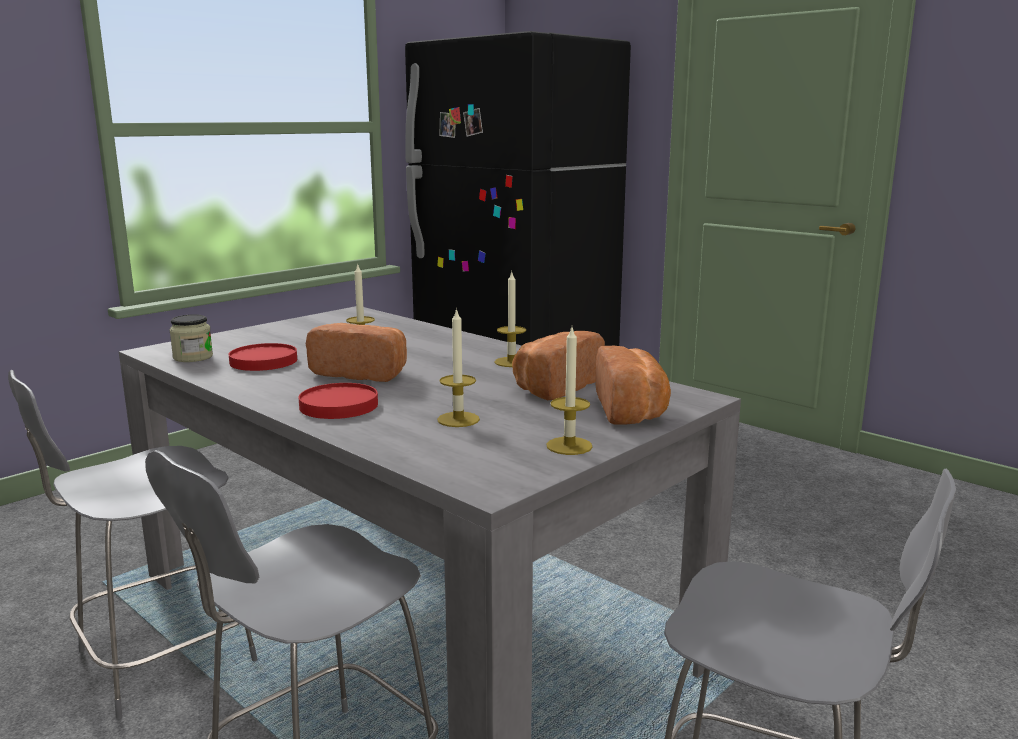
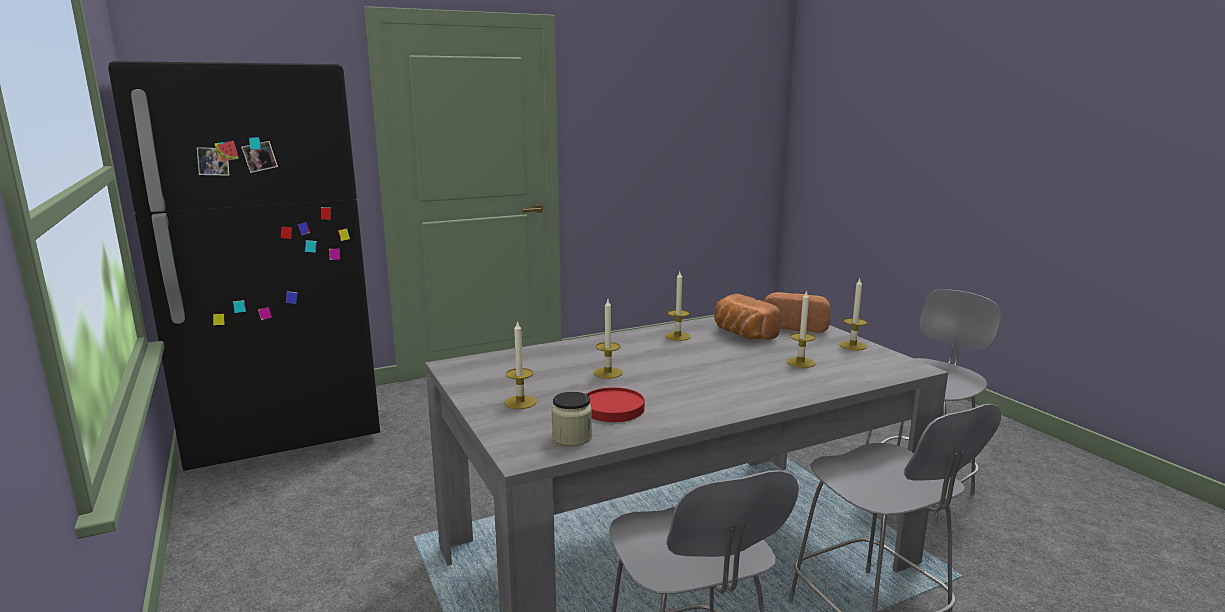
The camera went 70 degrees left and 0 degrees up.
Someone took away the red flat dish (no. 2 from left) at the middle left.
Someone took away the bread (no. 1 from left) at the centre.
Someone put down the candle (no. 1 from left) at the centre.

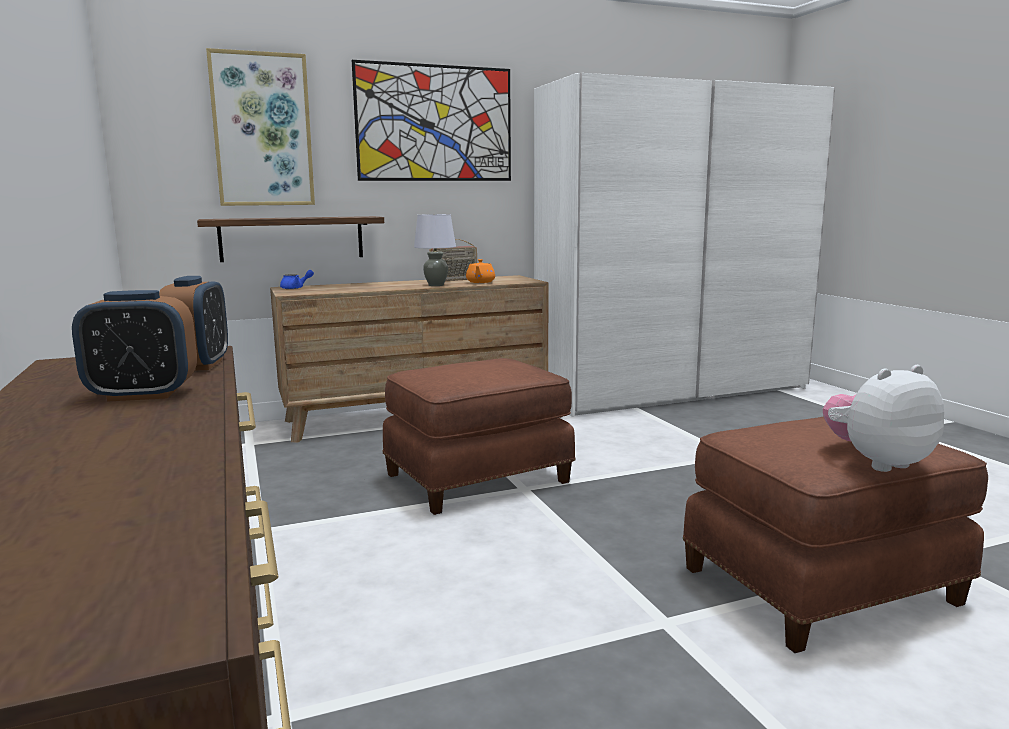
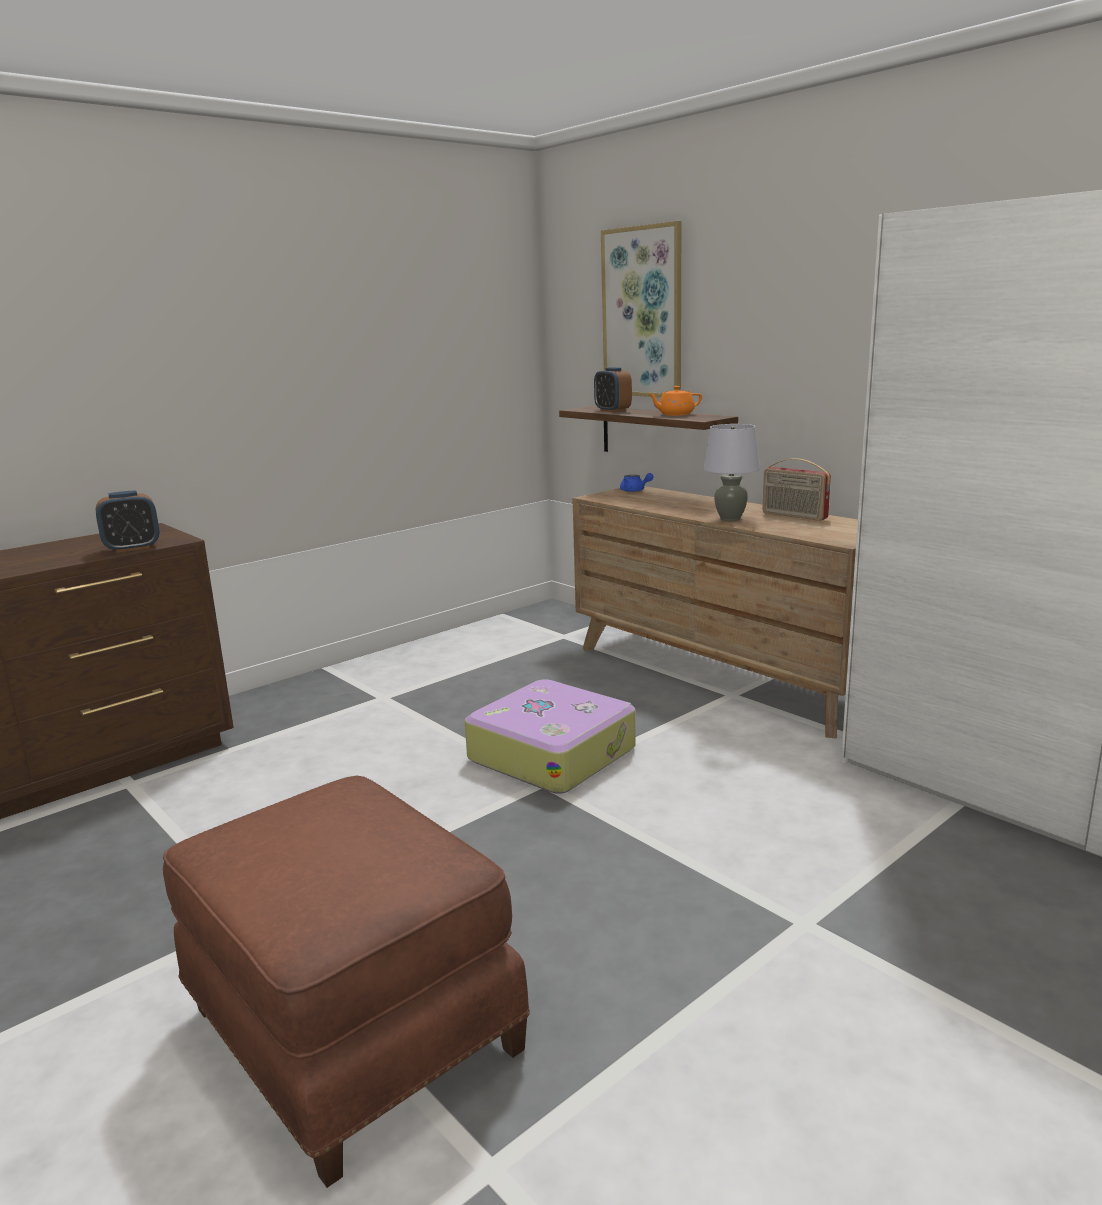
The camera went 70 degrees right and 5 degrees up.
Someone carried the bedside clock (no. 1 from left in the first image) from the middle left to the top centre.
Someone took away the wall picture (no. 2 from left) at the top centre.
Someone swapped the brown pouffe (no. 1 from left) at the centre for the piece of luggage at the centre.
Someone carried the orange-coloured tea pot from the centre to the top centre.
Someone took away the cuddly toy at the middle right.

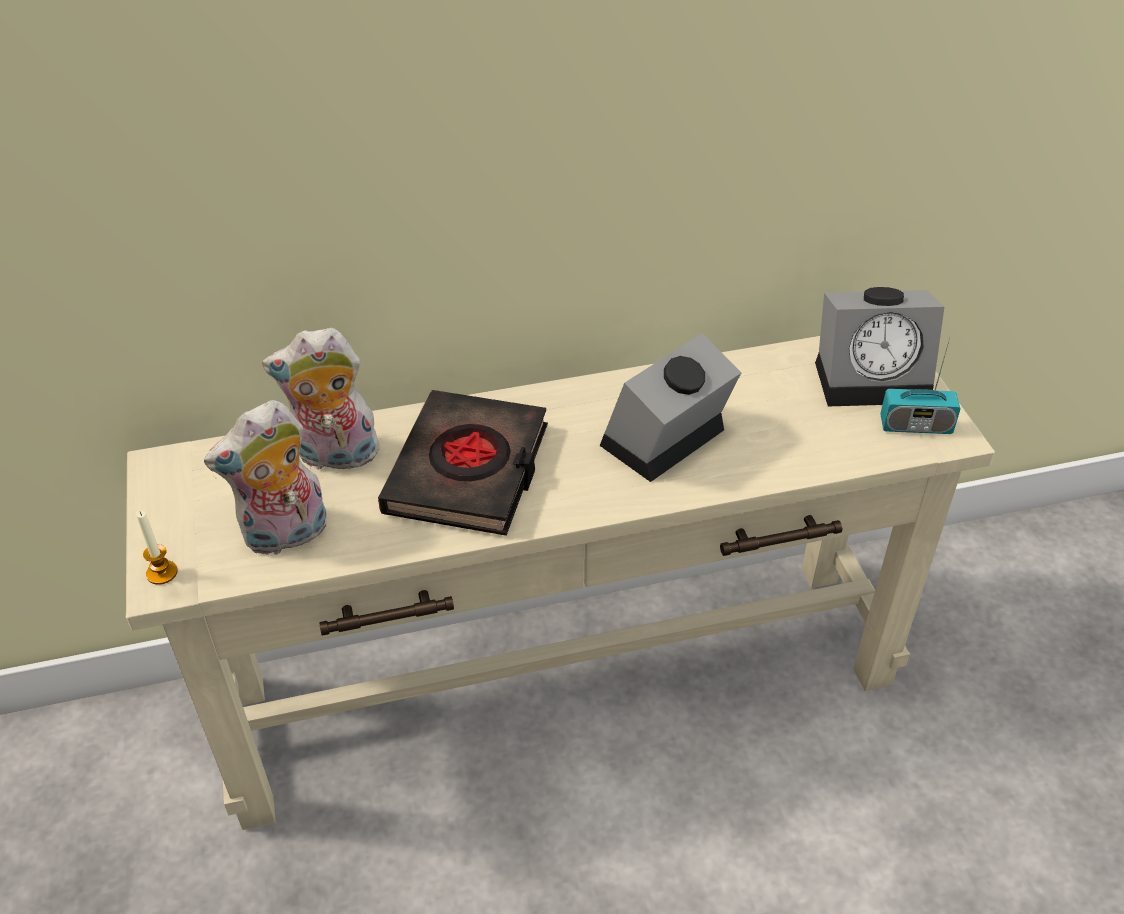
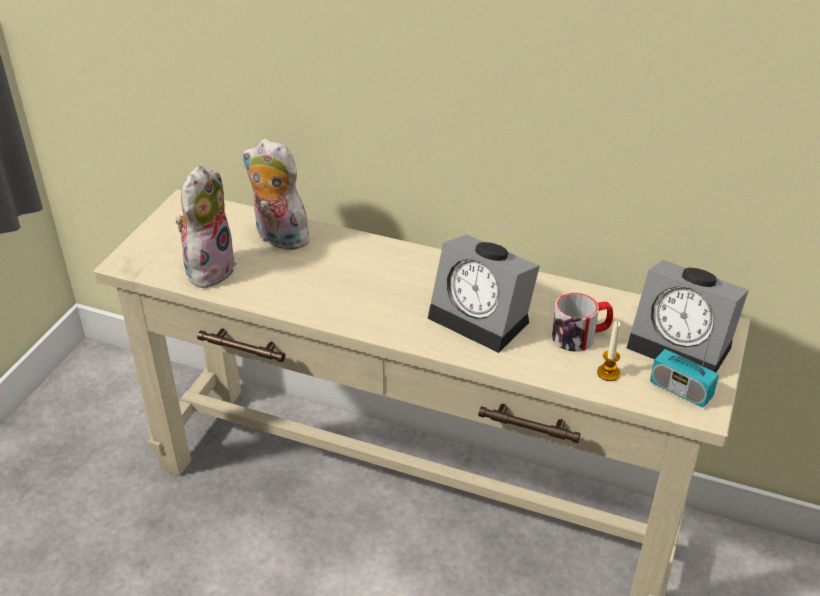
The camera went 35 degrees right and 5 degrees down.
Someone carried the candle from the middle left to the middle right.
Someone rotated the cuddly toy (no. 1 from left) at the middle left by 105 degrees clockwise.
Someone took away the blackish book at the centre.
Someone rotated the bedside clock (no. 1 from left) at the centre by 135 degrees counterclockwise.
Someone put down the coffee mug at the middle right.

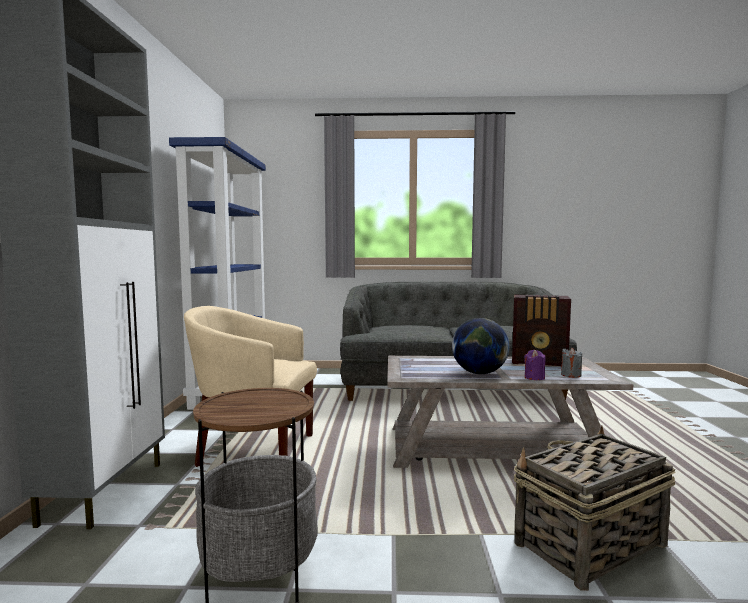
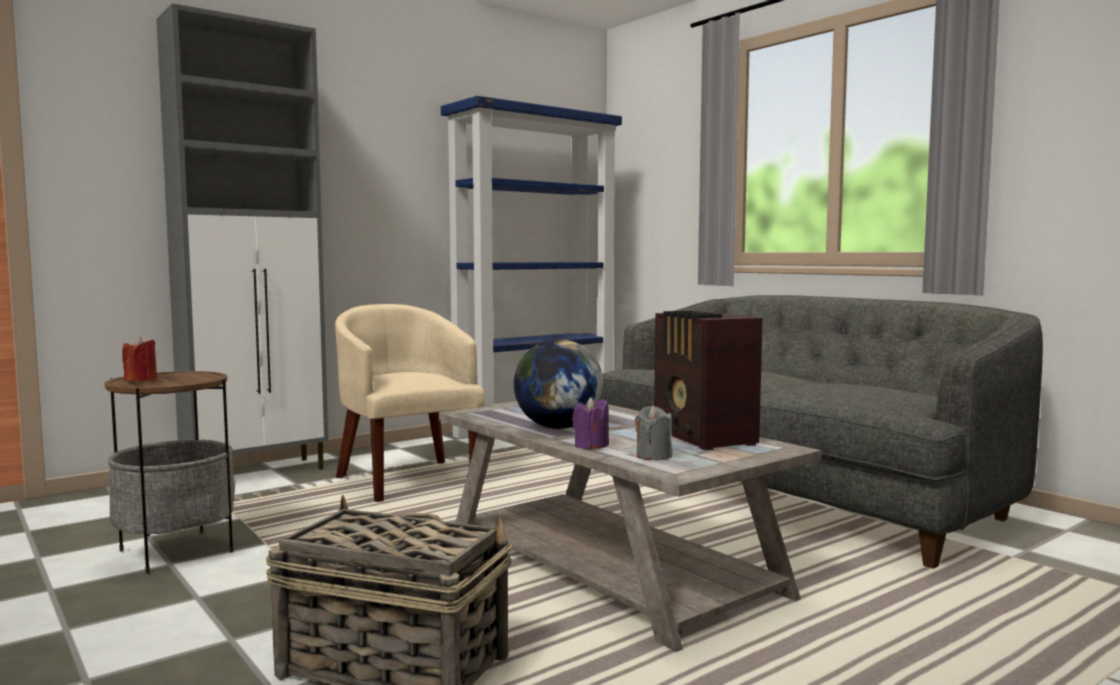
The camera went 50 degrees right and 0 degrees up.
Someone put down the red candle at the middle left.

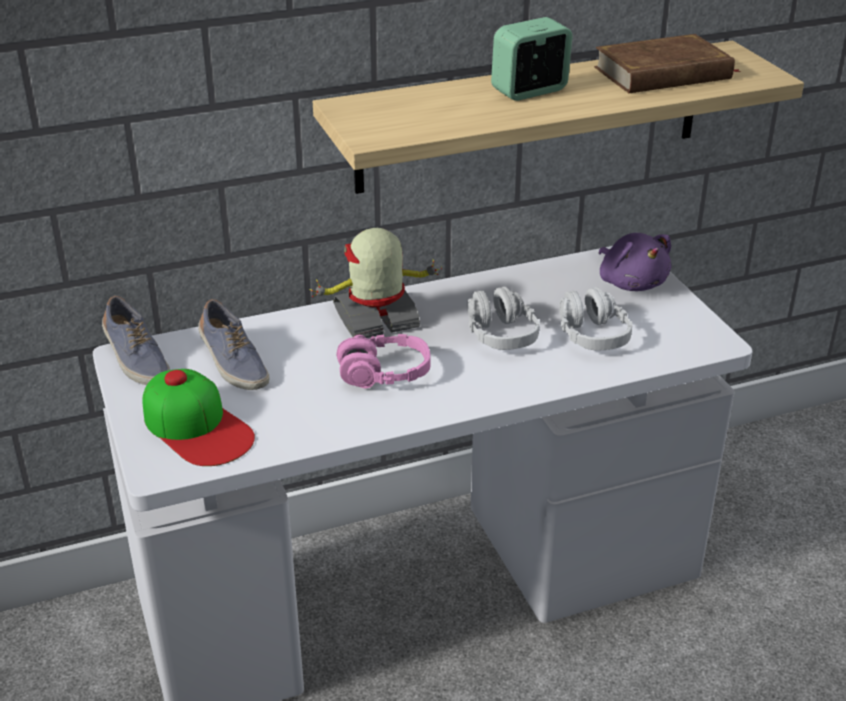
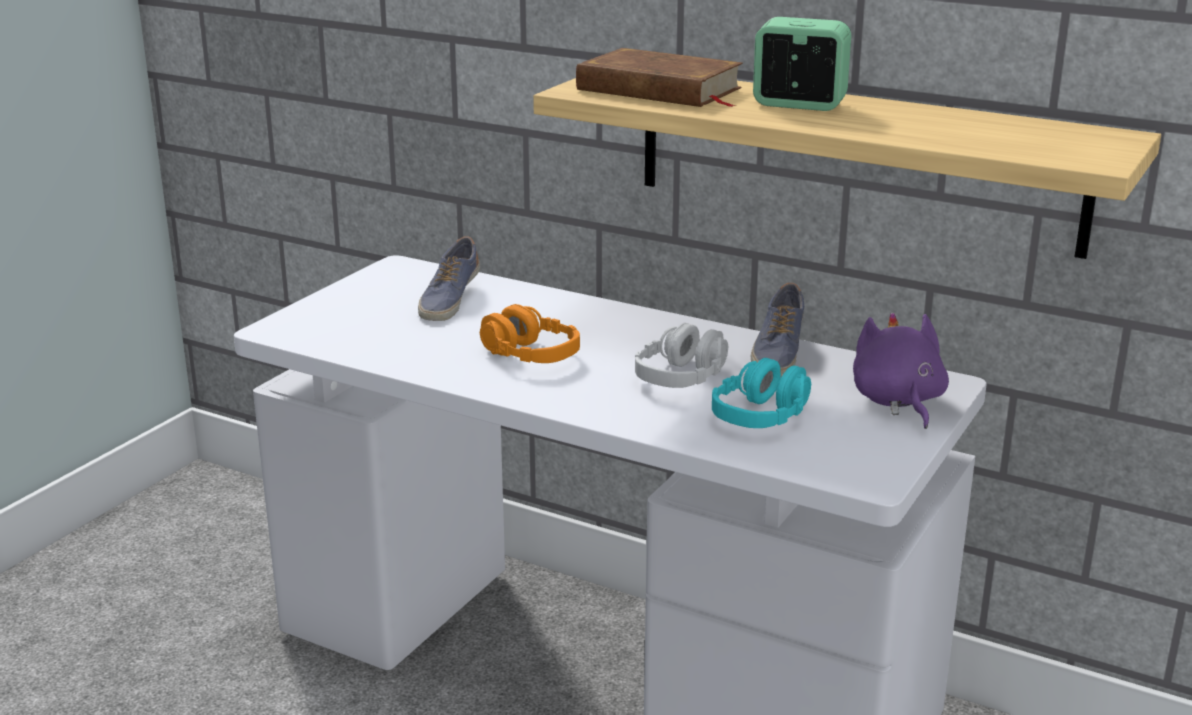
The camera went 50 degrees right and 10 degrees down.
Someone carried the shoe (no. 1 from left in the first image) from the middle left to the centre.
Someone took away the baseball cap at the middle left.
Someone took away the model robot at the centre.
Someone repainted the pinkish pair of headphones at the centre, which became the orange-coloured pair of headphones at the centre.
Someone repainted the gray pair of headphones (no. 2 from left) at the middle right, which became the turquoise-coloured pair of headphones at the centre.
Someone carried the brown book from the top right to the top centre.
Someone rotated the purplish cuddly toy at the middle right by 150 degrees clockwise.

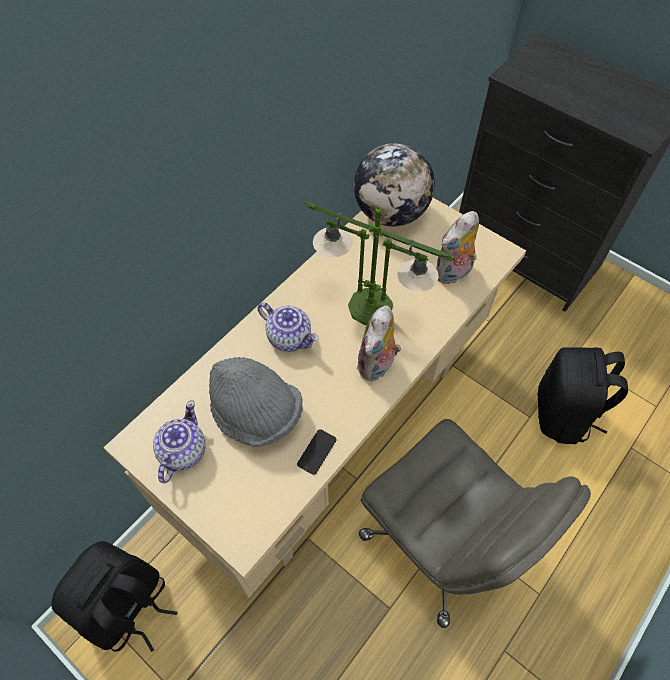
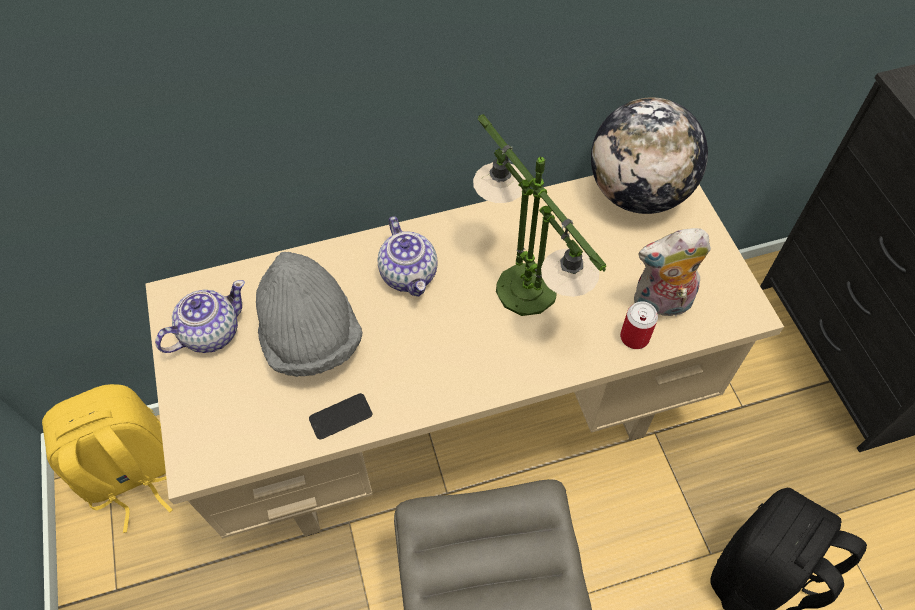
The camera went 35 degrees right and 0 degrees up.
Someone repainted the blackish rucksack (no. 1 from left) at the bottom left, which became the yellow-coloured rucksack at the bottom left.
Someone took away the cuddly toy (no. 1 from left) at the centre.
Someone put down the sealed can at the middle right.

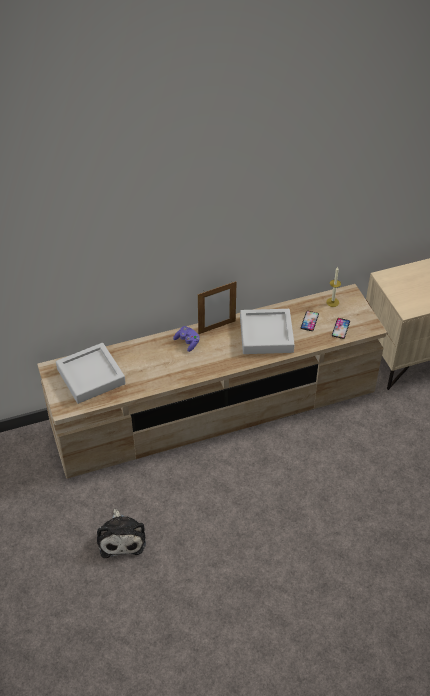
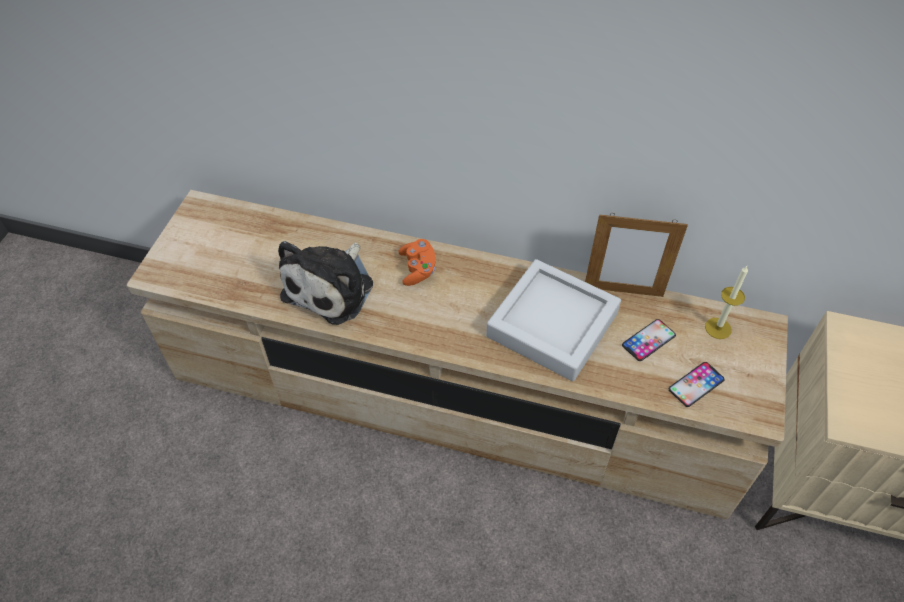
The camera went 35 degrees right and 5 degrees up.
Someone took away the gray carrying tray (no. 1 from left) at the middle left.
Someone carried the cuddly toy from the bottom left to the centre.
Someone repainted the purplish joypad at the centre, which became the orange-coloured joypad at the centre.
Someone carried the picture frame from the centre to the middle right.

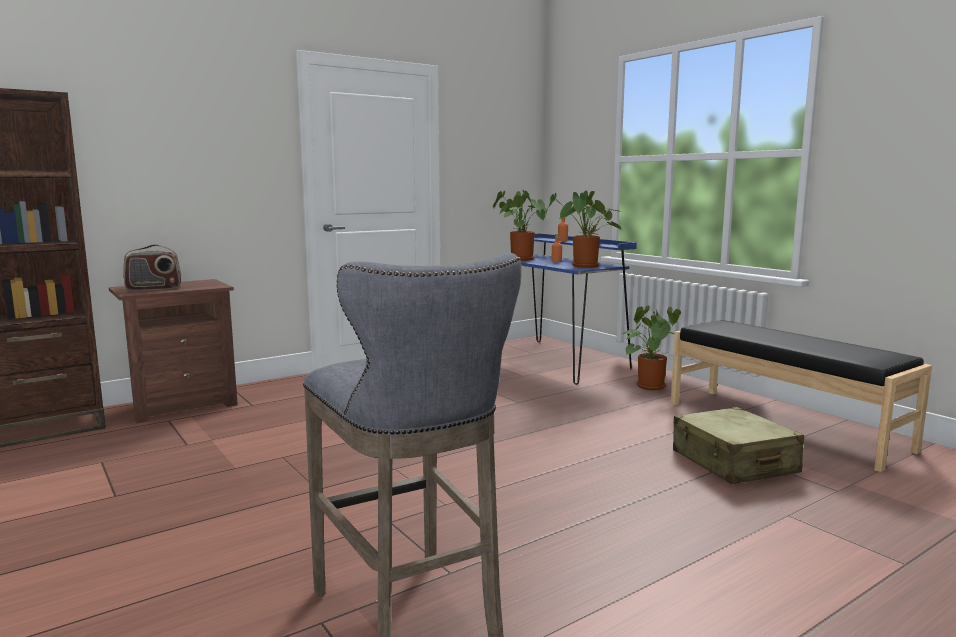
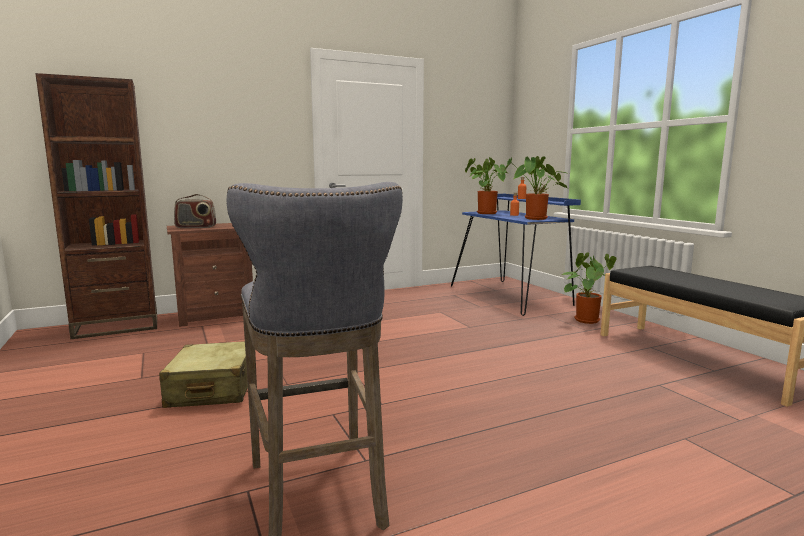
The camera went 10 degrees right and 0 degrees up.
Someone carried the beige piece of luggage from the bottom right to the bottom left.

